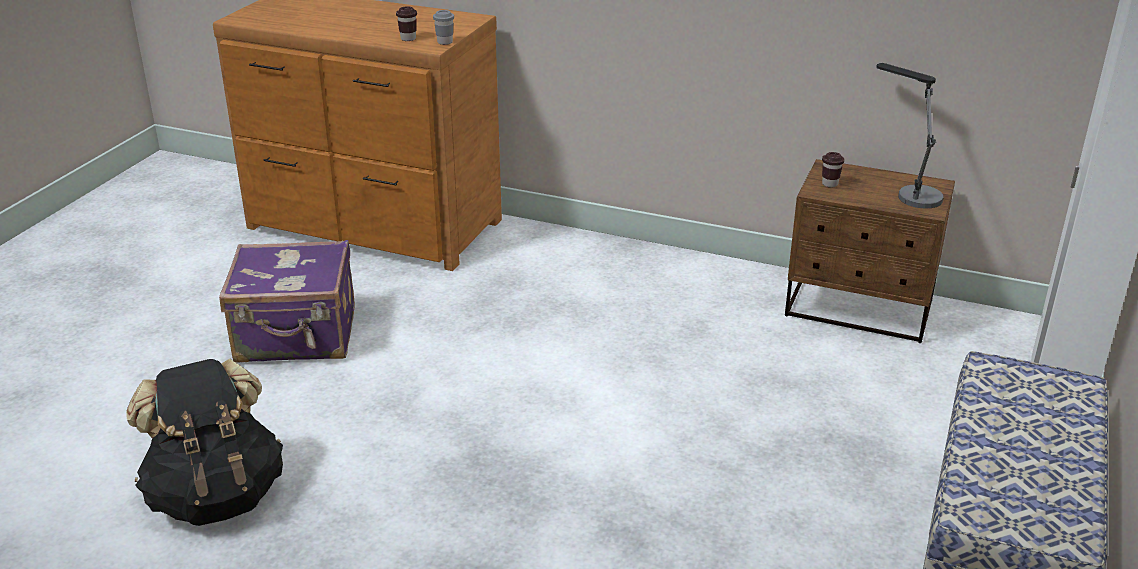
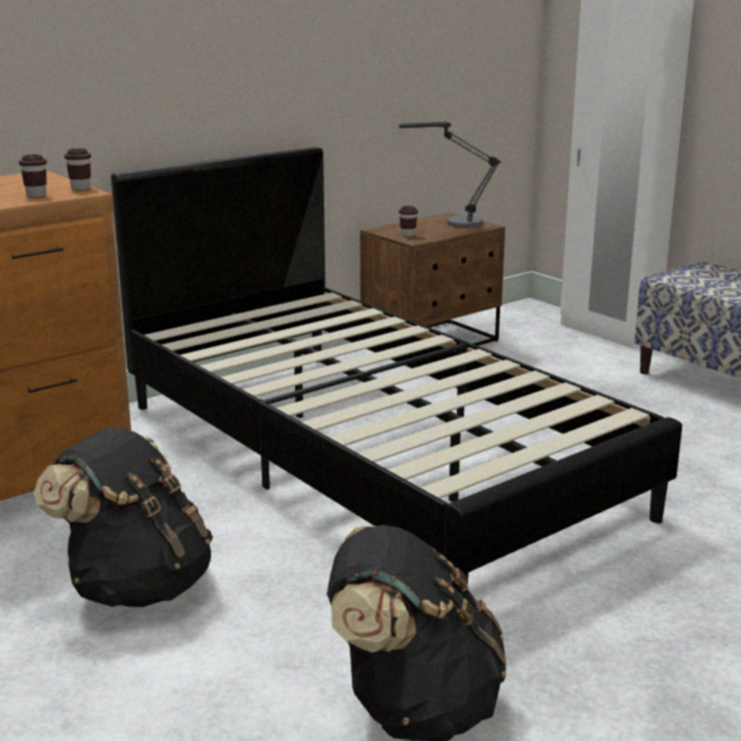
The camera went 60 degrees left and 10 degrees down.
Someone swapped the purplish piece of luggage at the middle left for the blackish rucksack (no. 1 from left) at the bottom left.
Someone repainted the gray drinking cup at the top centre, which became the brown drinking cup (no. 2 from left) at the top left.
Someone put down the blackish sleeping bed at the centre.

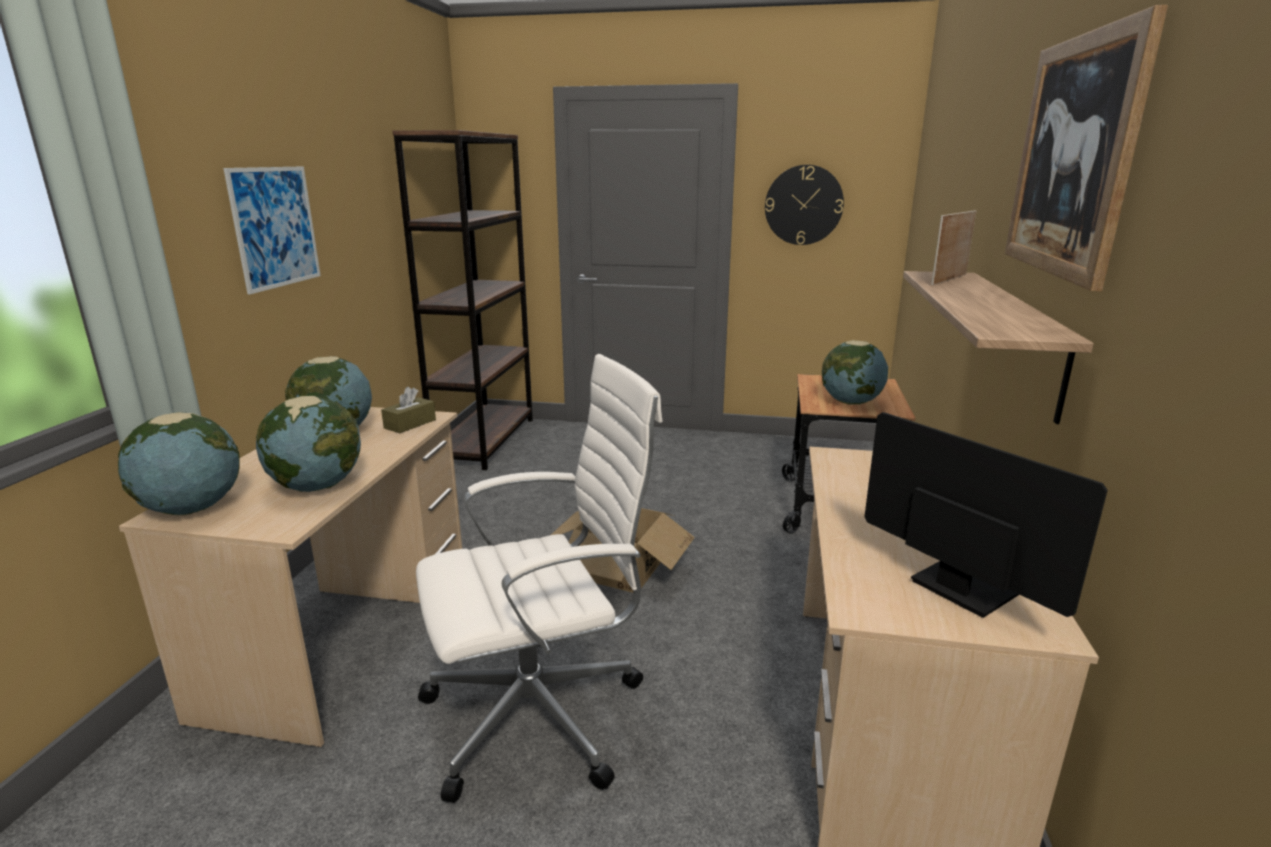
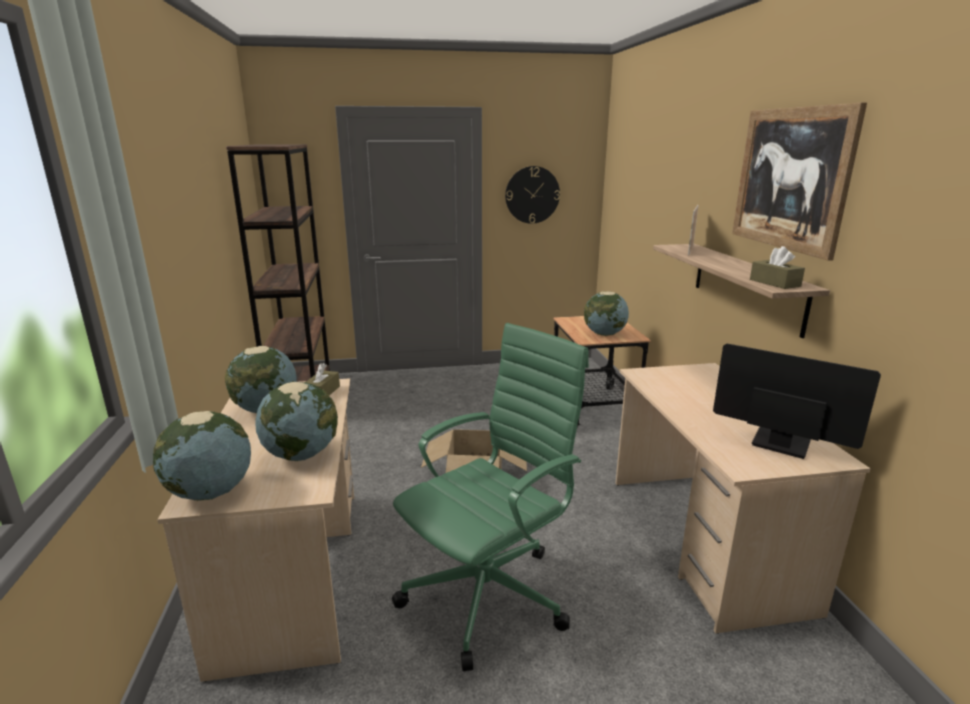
The camera went 20 degrees left and 0 degrees up.
Someone took away the wall picture (no. 1 from left) at the top left.
Someone repainted the white-coloured desk chair at the bottom centre, which became the greenish desk chair at the bottom centre.
Someone put down the brown tissue holder (no. 2 from left) at the middle right.

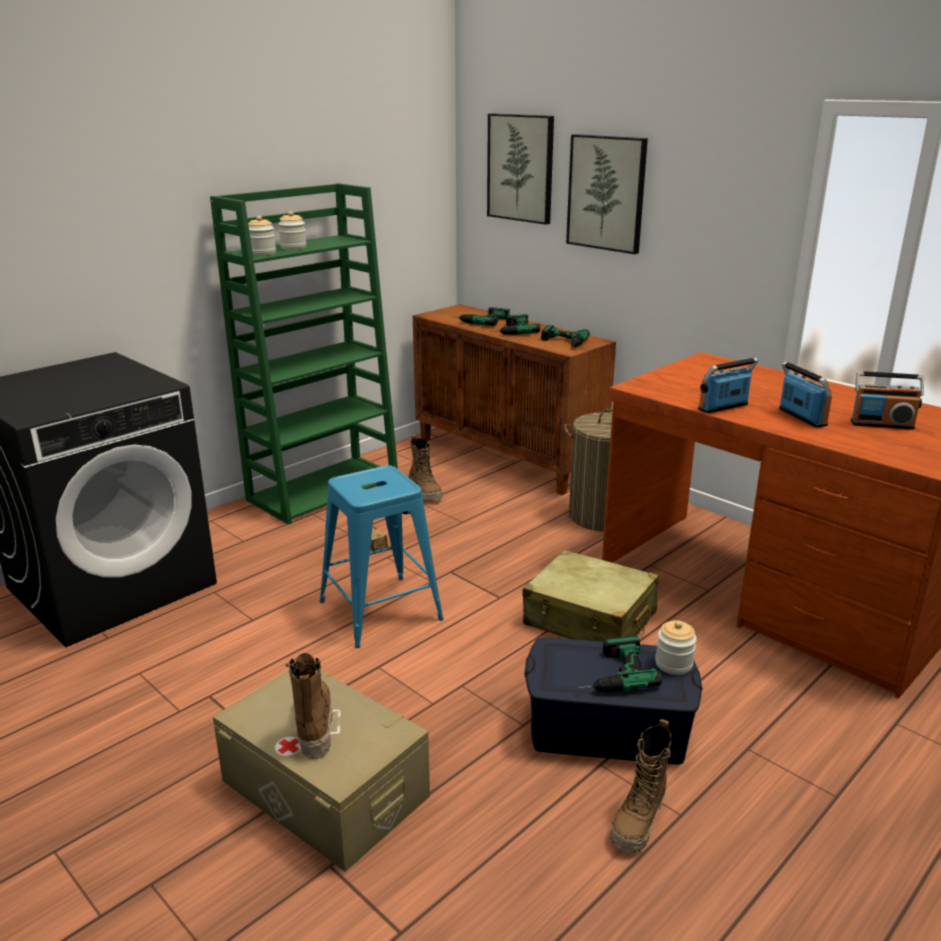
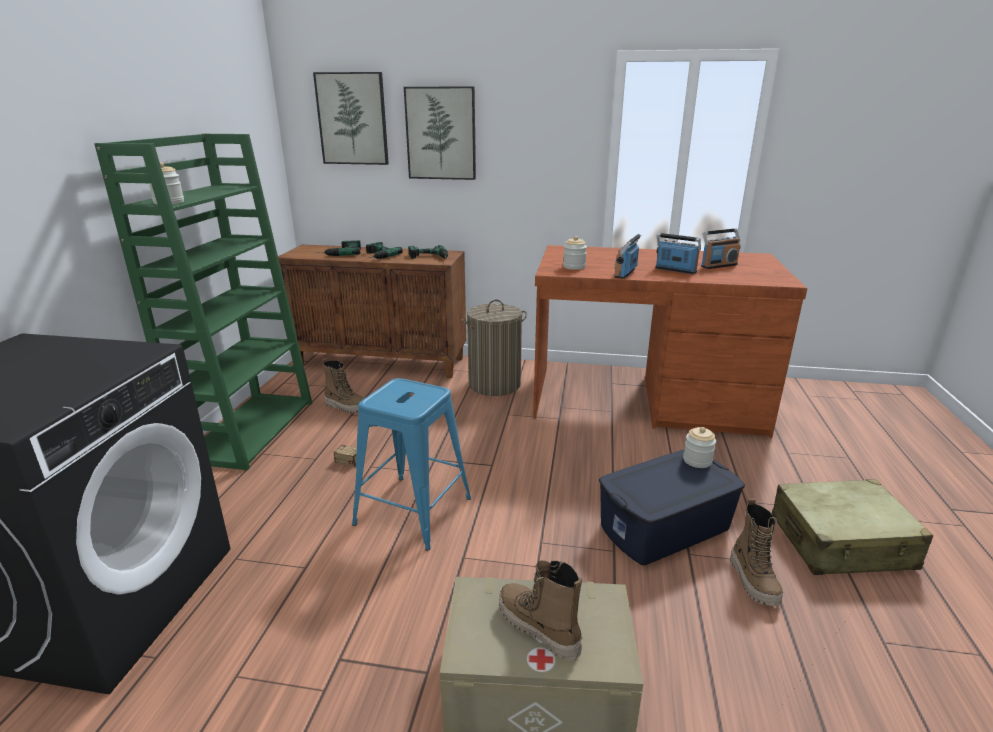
The camera went 35 degrees left and 0 degrees up.
Someone carried the preserve jar (no. 2 from left) from the top left to the centre.
Someone carried the beige piece of luggage from the centre to the bottom right.
Someone took away the power drill (no. 4 from left) at the bottom centre.

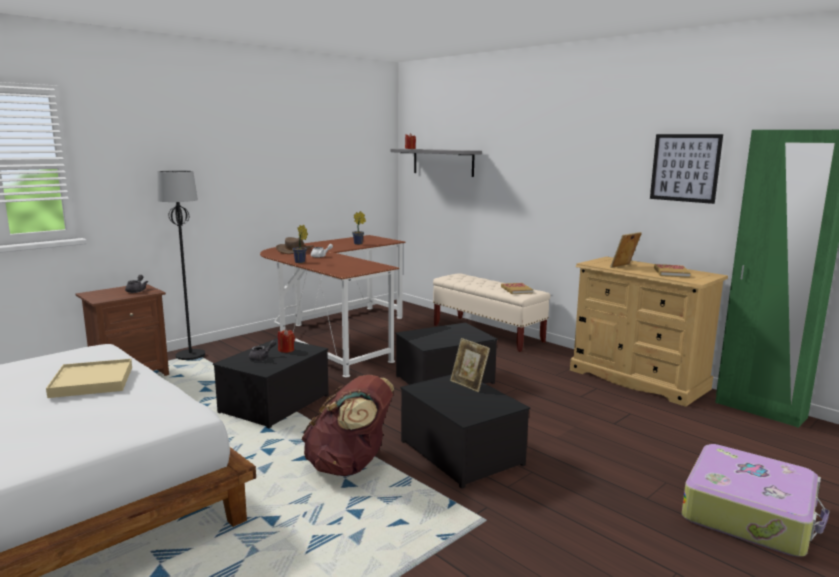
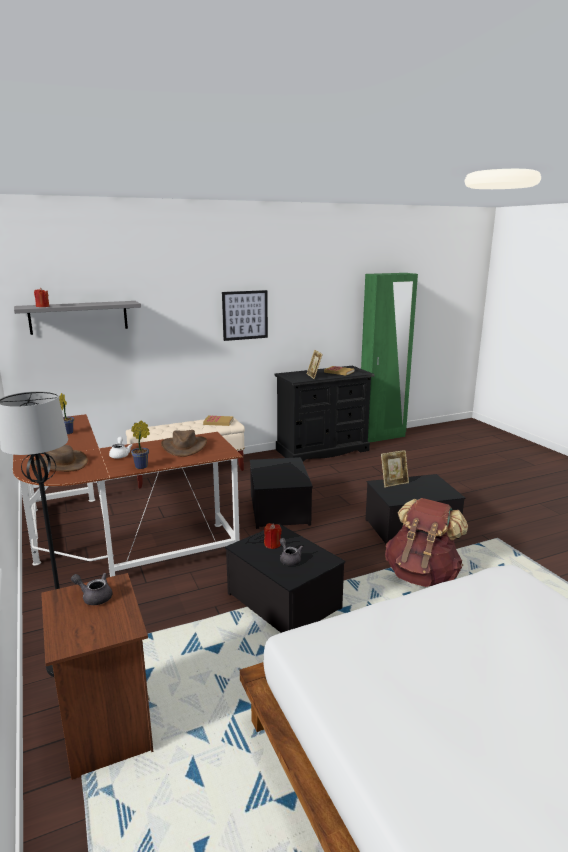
The camera went 70 degrees left and 5 degrees up.
Someone took away the beige carrying tray at the middle left.
Someone repainted the beige chest of drawers at the middle right, which became the blackish chest of drawers at the centre.
Someone carried the wall picture from the top right to the centre.
Someone took away the piece of luggage at the bottom right.
Someone put down the brown wearable hat (no. 2 from left) at the middle left.

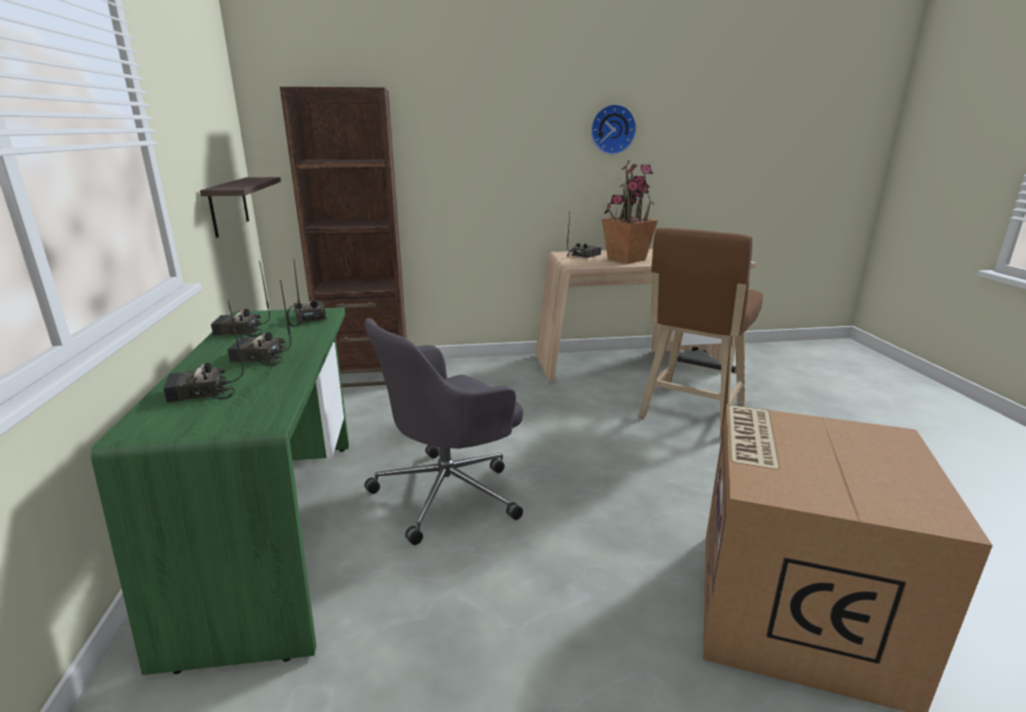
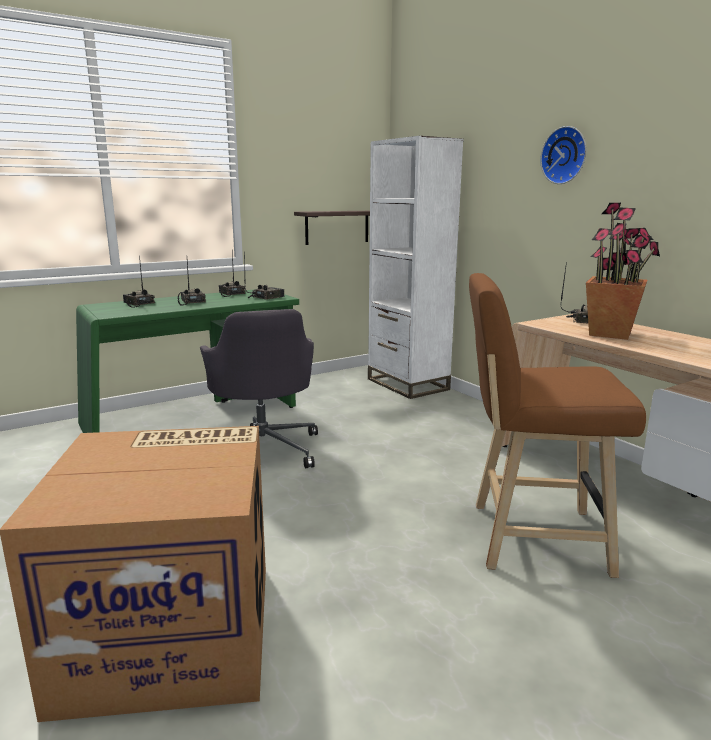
The camera went 65 degrees right and 5 degrees down.
Someone repainted the brown bookshelf at the top centre, which became the white-coloured bookshelf at the centre.
Someone rotated the gray desk chair at the centre by 135 degrees counterclockwise.
Someone carried the hanging clock from the top centre to the top right.

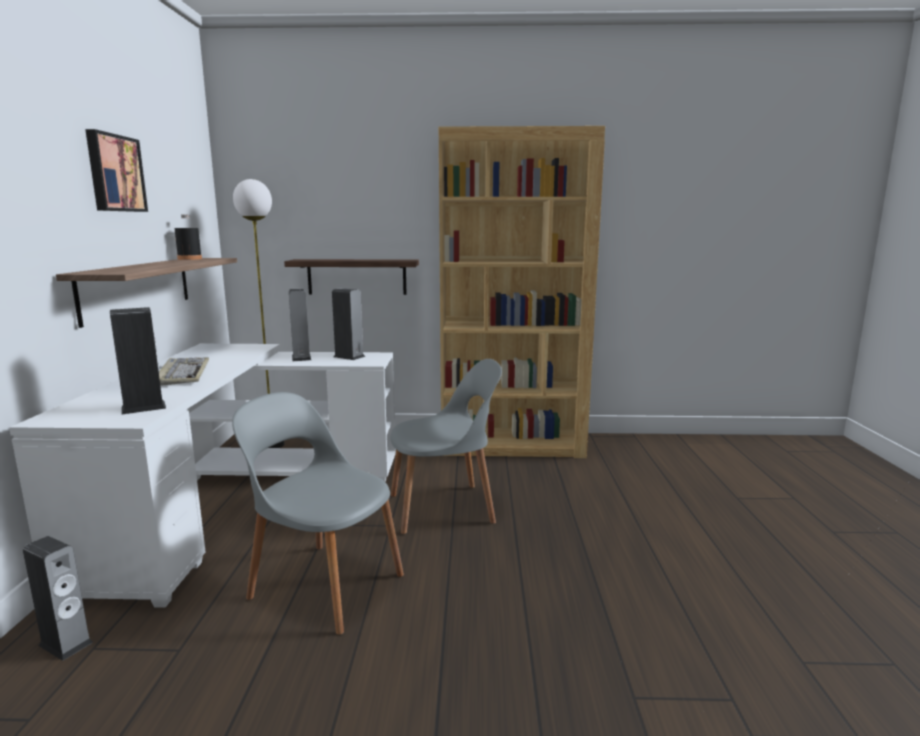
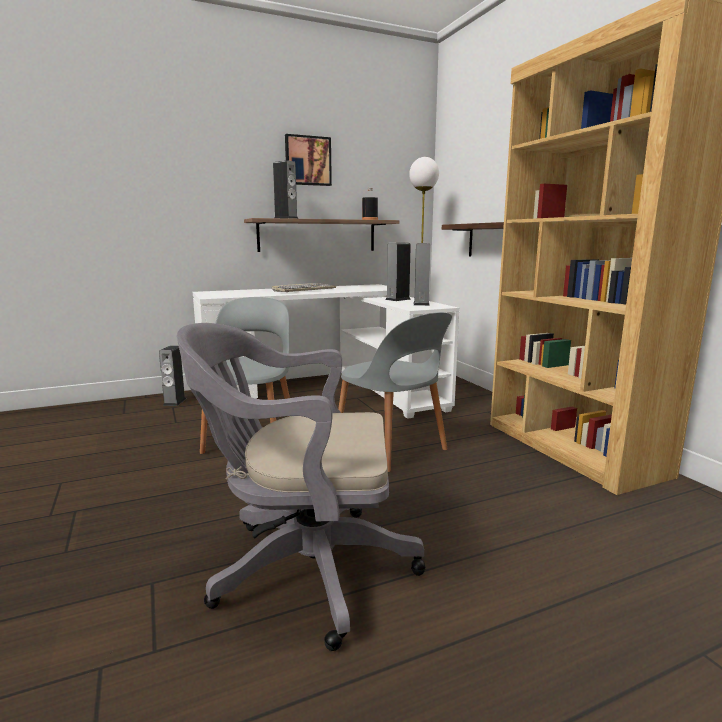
The camera went 65 degrees right and 0 degrees up.
Someone carried the loudspeaker (no. 2 from left) from the middle left to the top centre.
Someone put down the gray desk chair at the bottom centre.

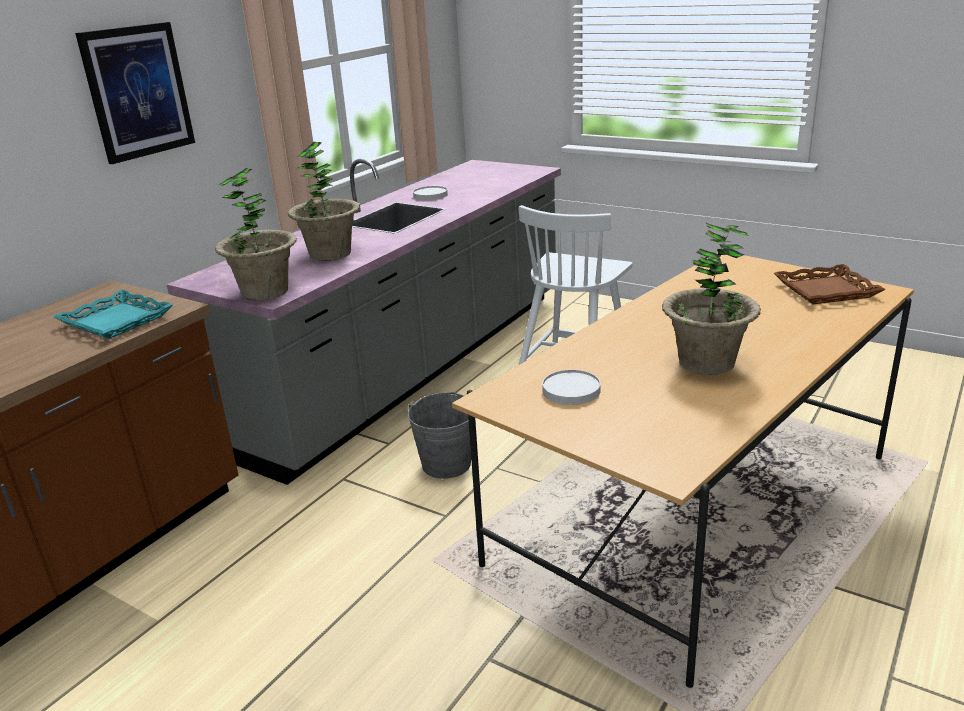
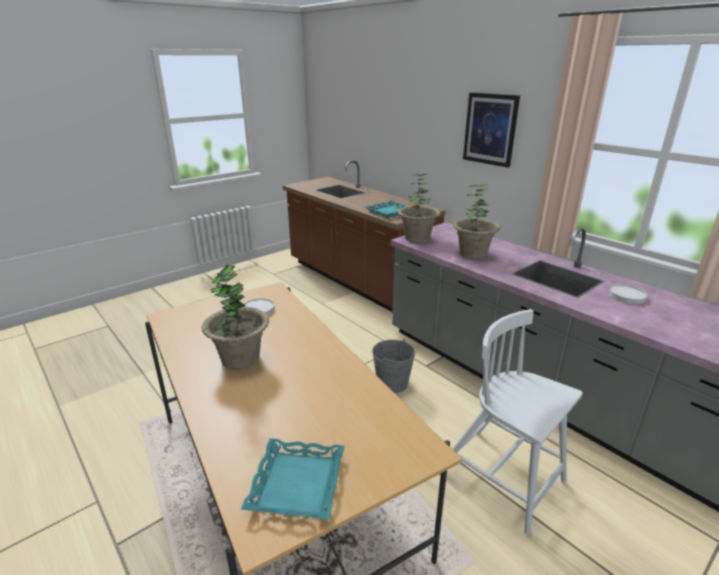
The camera went 105 degrees right and 0 degrees up.
Someone repainted the brown carrying tray at the middle right, which became the turquoise-coloured carrying tray (no. 1 from left) at the bottom centre.

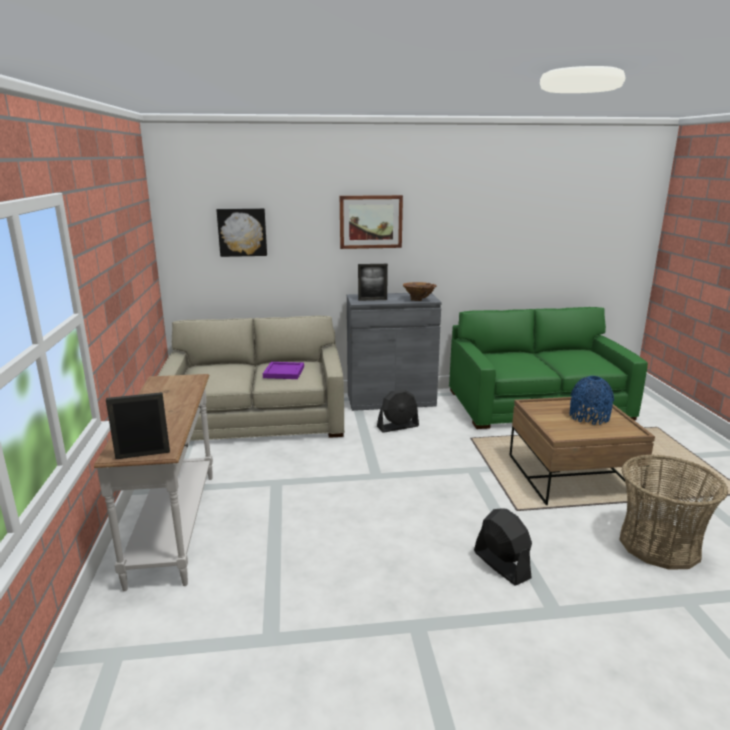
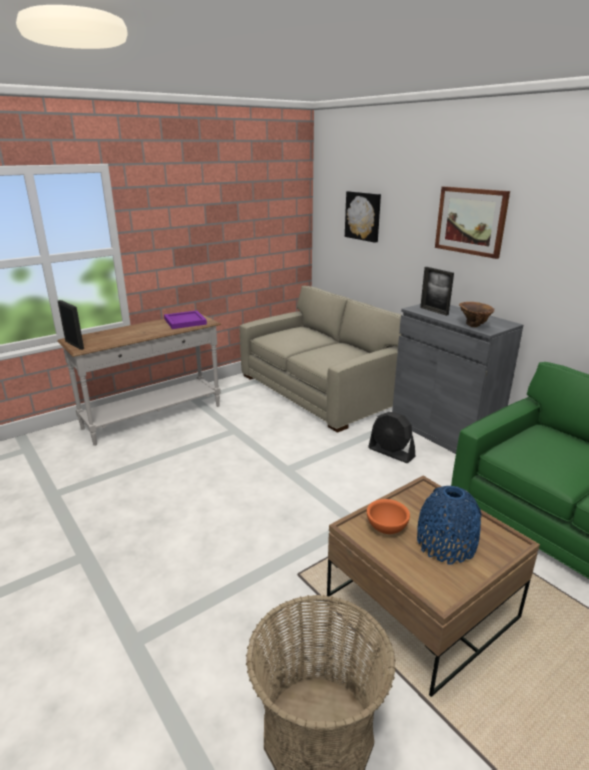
The camera went 60 degrees right and 5 degrees up.
Someone carried the purplish carrying tray from the centre to the middle left.
Someone took away the blackish cooling fan (no. 2 from left) at the bottom right.
Someone put down the orange-coloured bowl at the bottom centre.

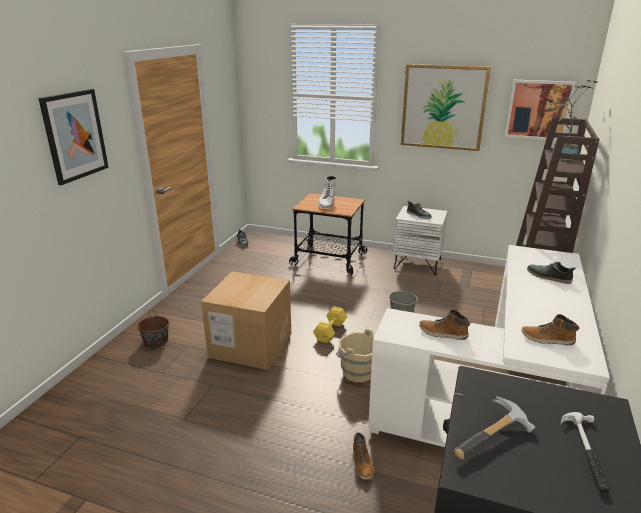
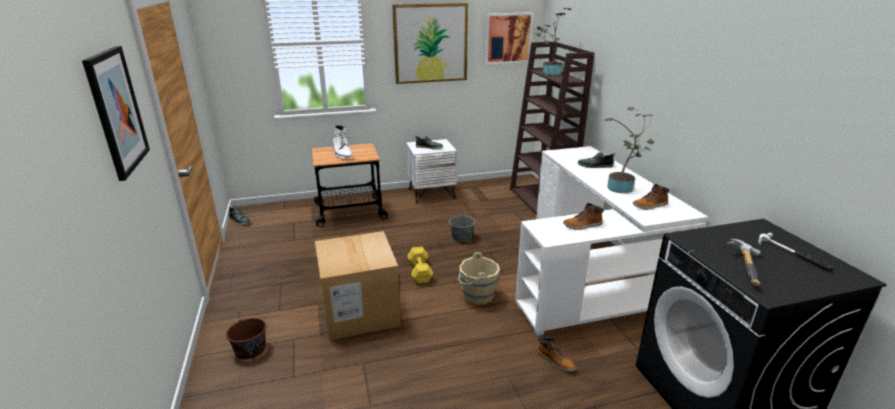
The camera went 35 degrees left and 0 degrees up.
Someone put down the houseplant (no. 2 from left) at the middle right.

